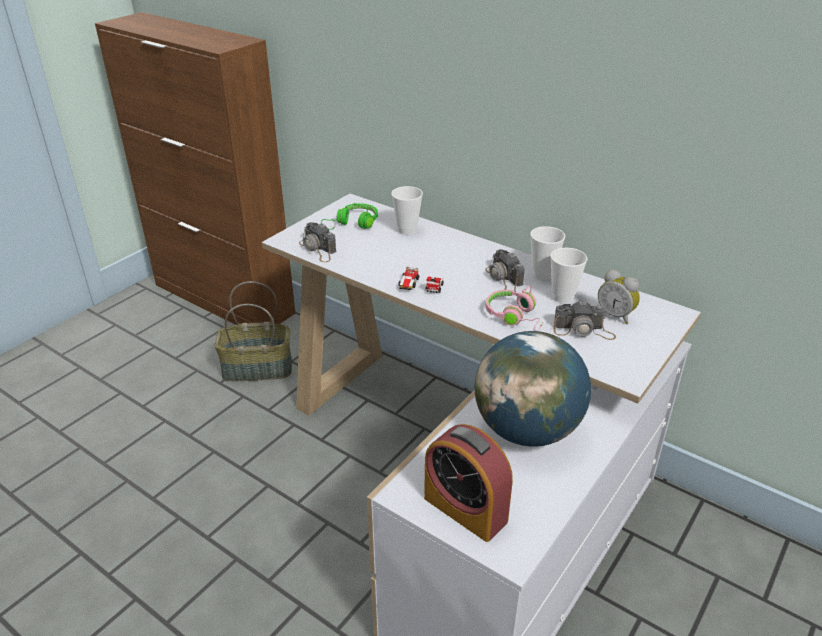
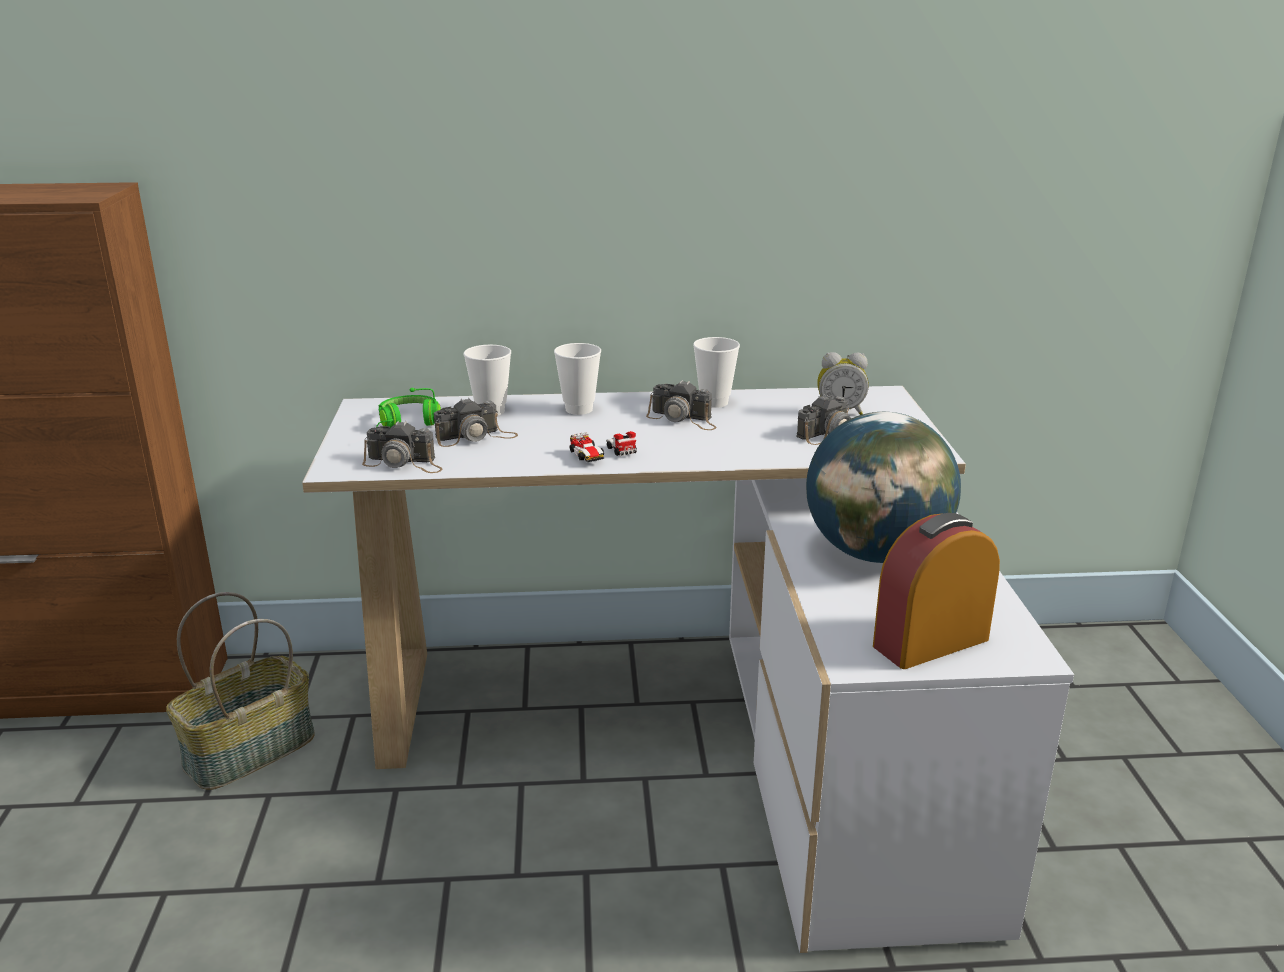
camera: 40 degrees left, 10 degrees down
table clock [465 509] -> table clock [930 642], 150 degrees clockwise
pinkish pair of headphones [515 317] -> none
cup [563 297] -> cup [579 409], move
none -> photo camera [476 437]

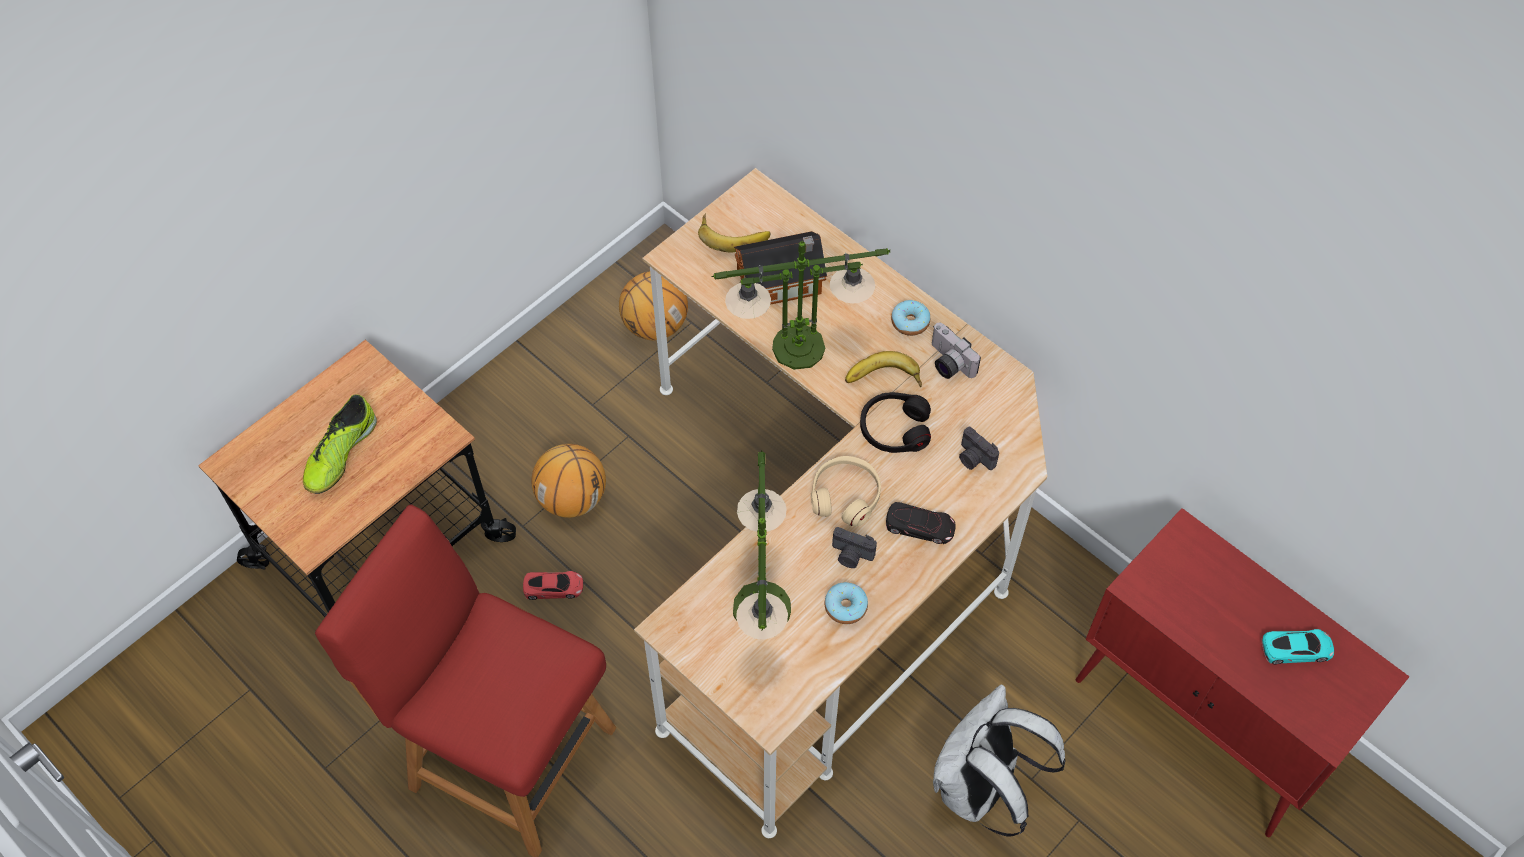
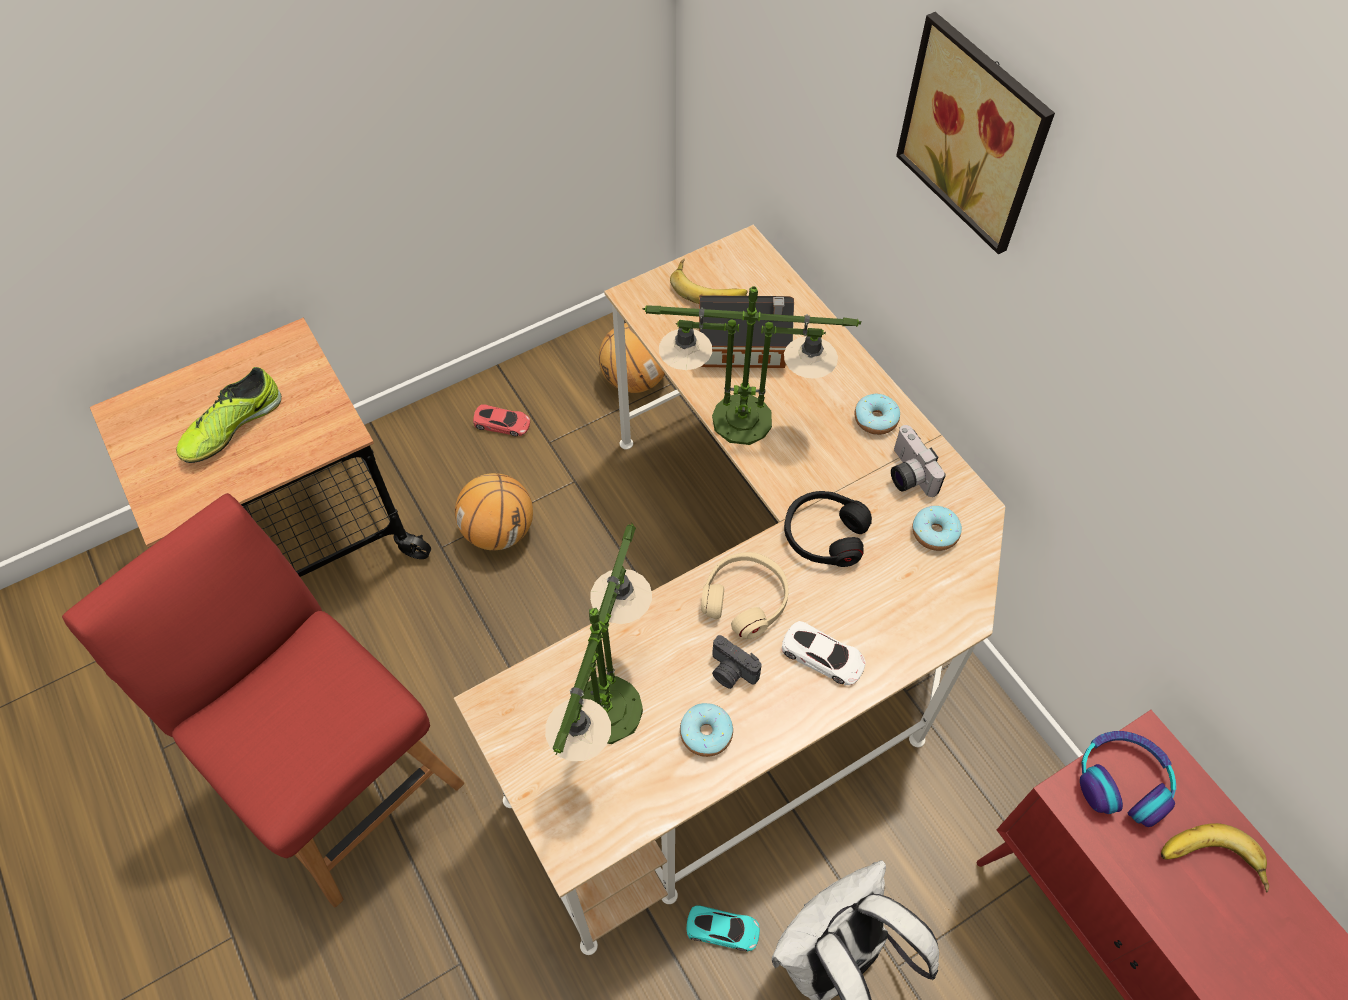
camera: 15 degrees right, 0 degrees up
reddish model car [553 587] -> reddish model car [502 423], move
banana fruit [883 380] -> banana fruit [1212 864], move
black-coloured model car [920 526] -> whitish model car [822 656]
photo camera [974 458] -> none
blue-green model car [1296 649] -> blue-green model car [722 929], move
none -> wall picture [978 132]
none -> ring doughnut [934 533]
none -> pair of headphones [1122 781]

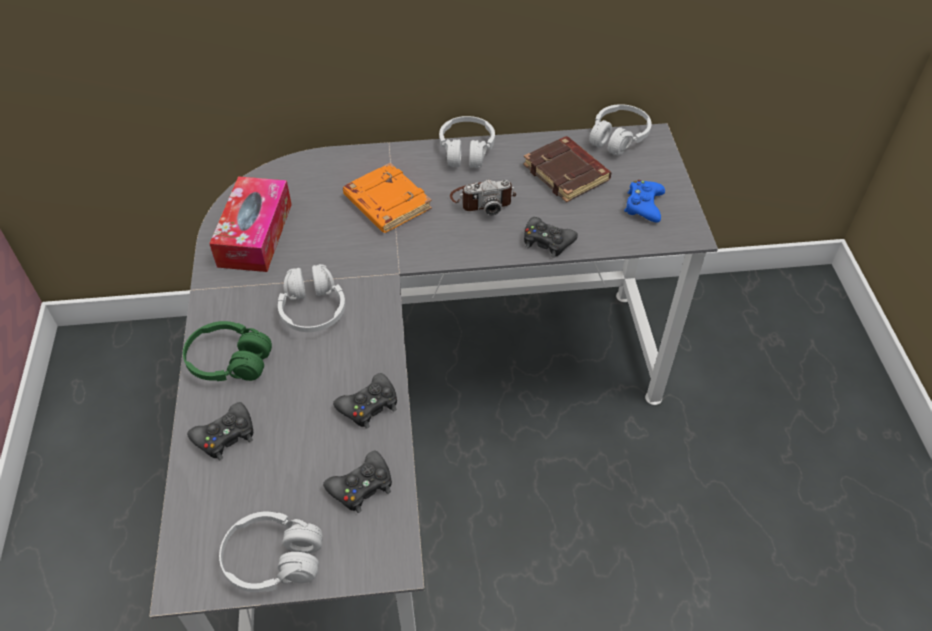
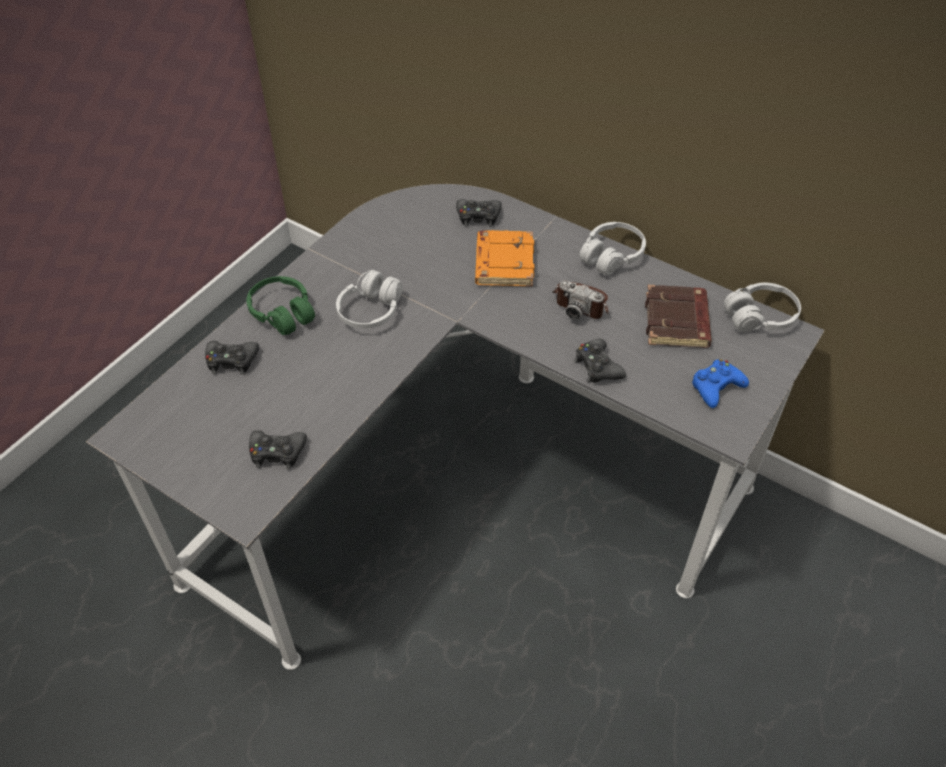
camera: 40 degrees right, 0 degrees up
tissue holder [255 234] -> none
whitish pair of headphones [273 560] -> none
black-coloured gamepad [369 405] -> black-coloured gamepad [478 216], move

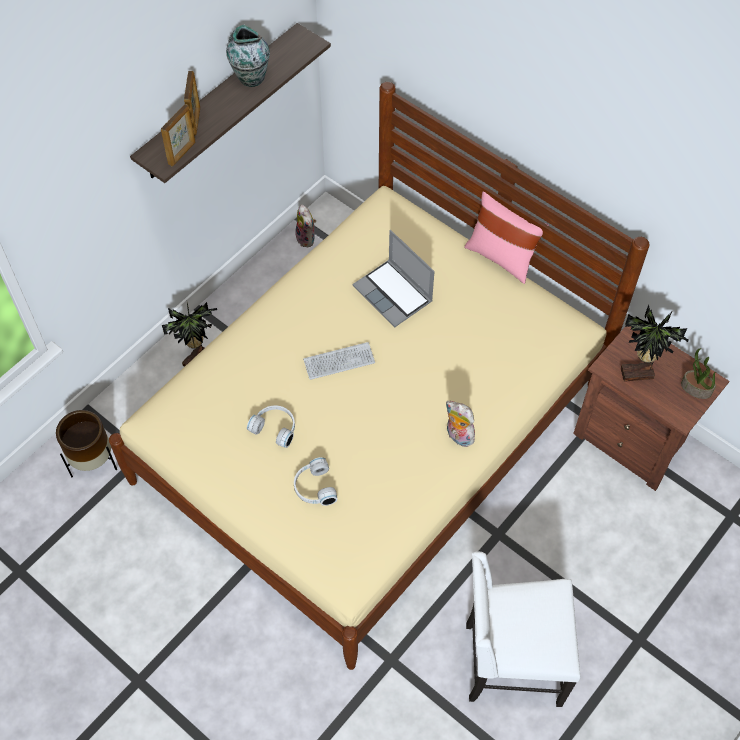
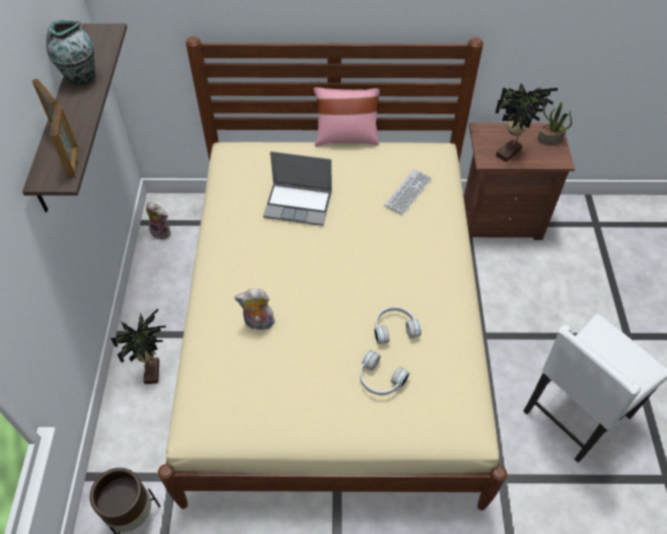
camera: 40 degrees left, 5 degrees down
whitish pair of headphones [275 427] -> whitish pair of headphones [394 328], move
PC keyboard [339 361] -> PC keyboard [408 192], move
cuddly toy [457 436] -> cuddly toy [258 323], move

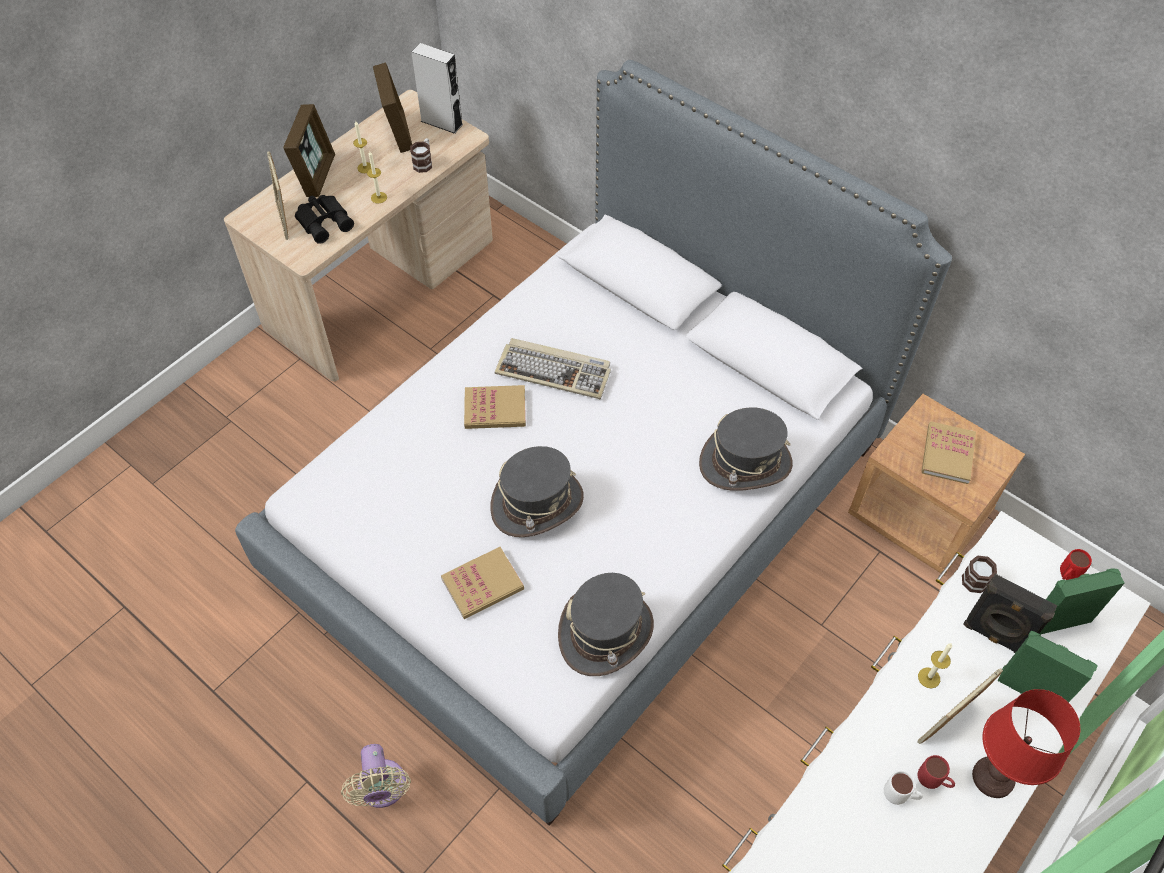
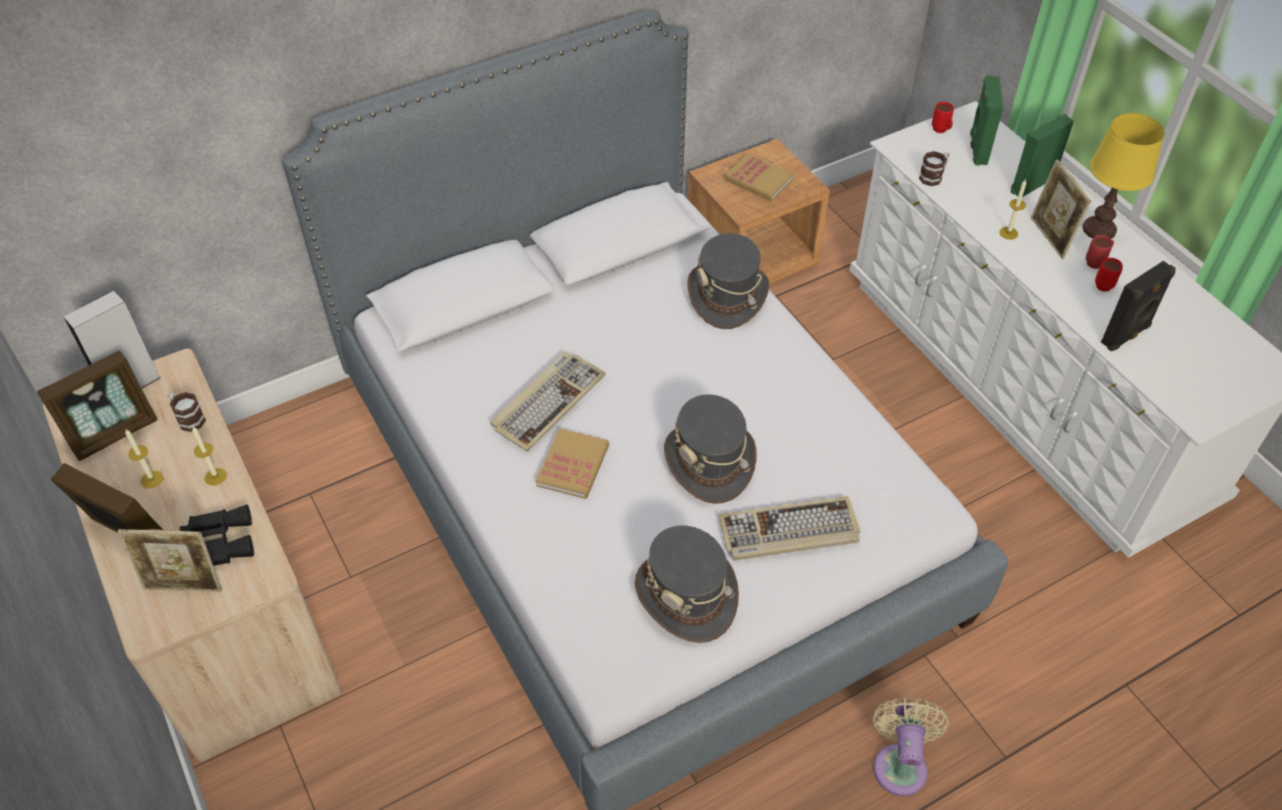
camera: 70 degrees left, 5 degrees down
sand-coloured electric fan [382 789] -> sand-coloured electric fan [900 763], 90 degrees counterclockwise
standing frame [397 132] -> standing frame [114 432], 135 degrees clockwise
bound book [482 584] -> PC keyboard [788 532]
gray hat [606 632] -> gray hat [686 595], move
whitish coffee mug [899 797] -> reddish coffee mug [1105 284]
black-coloured speaker [994 636] -> black-coloured speaker [1126 335], move
reddish lamp for a table [993 778] -> yellow-coloured lamp for a table [1099 229]

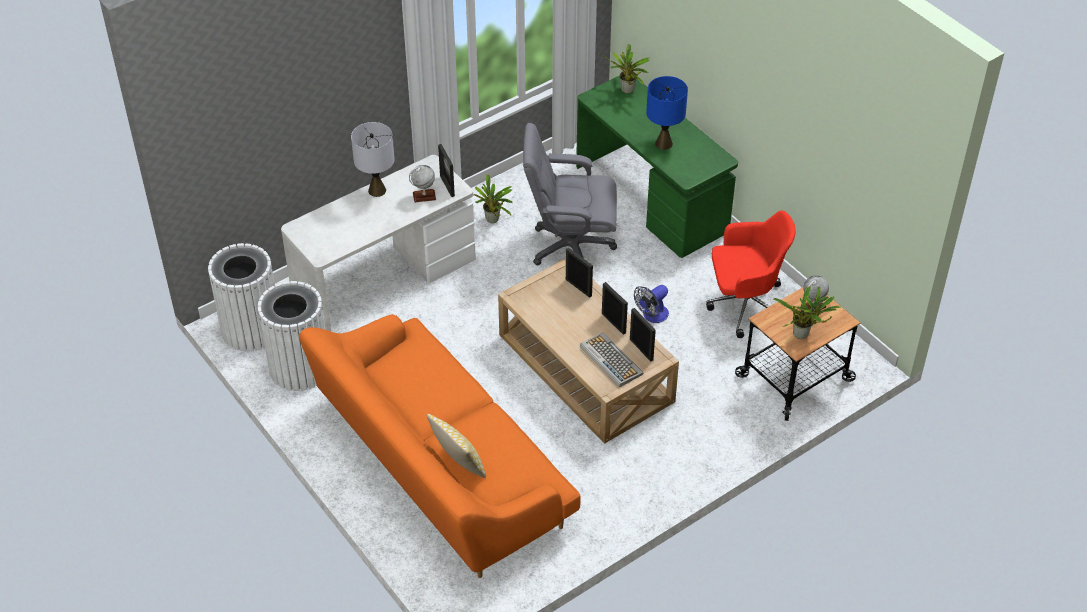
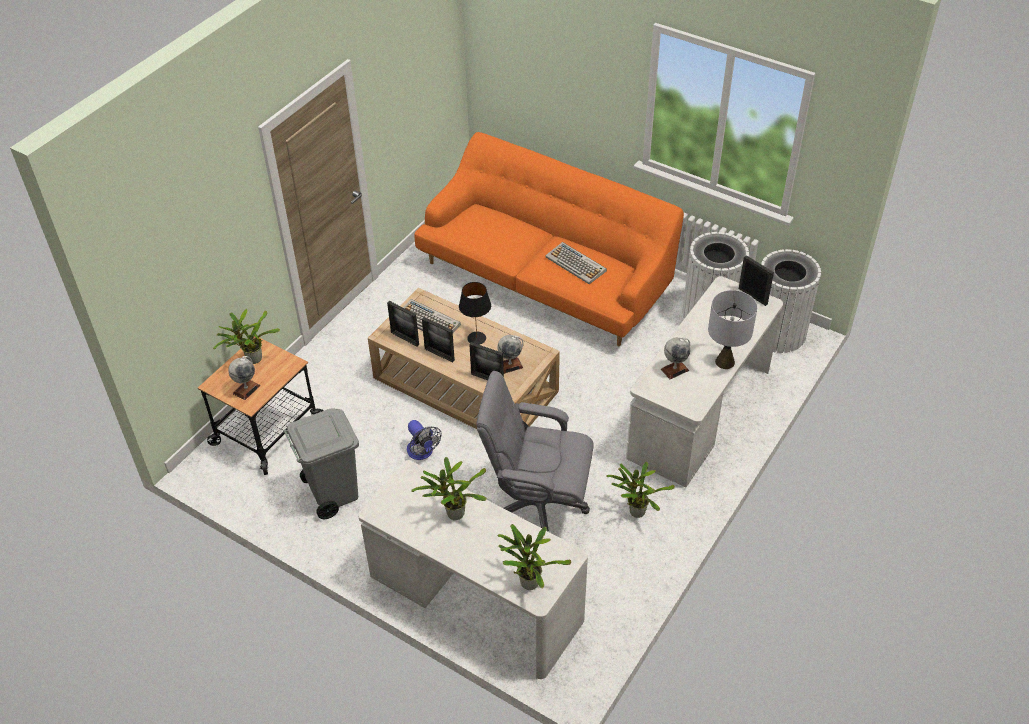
camera: 160 degrees right, 0 degrees up
throw pillow [458 464] -> none
standing frame [447 186] -> standing frame [753 296], move
gray office chair [570 247] -> gray office chair [537 504], 150 degrees counterclockwise
green-coloured desk table [651 198] -> whitish desk table [475 600]
electric fan [652 316] -> electric fan [422 453], 120 degrees clockwise
blue-coloured lamp for a table [664 143] -> houseplant [453 513]
reddish office chair [744 305] -> gray trash can [332 493]
none -> black-coloured lamp for a table [477 338]
none -> desk globe [510 365]
none -> PC keyboard [576 264]

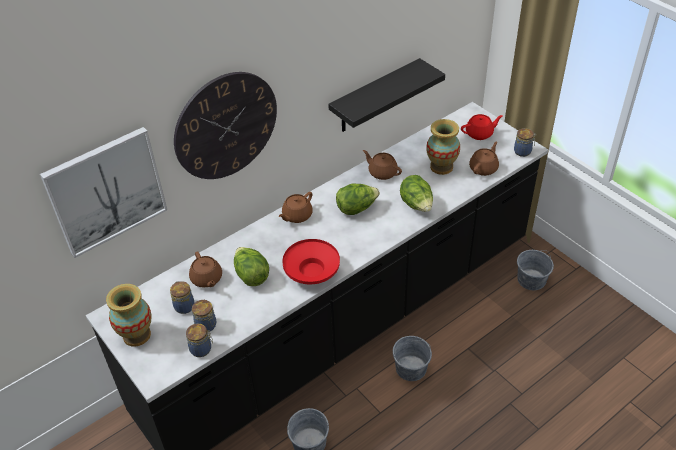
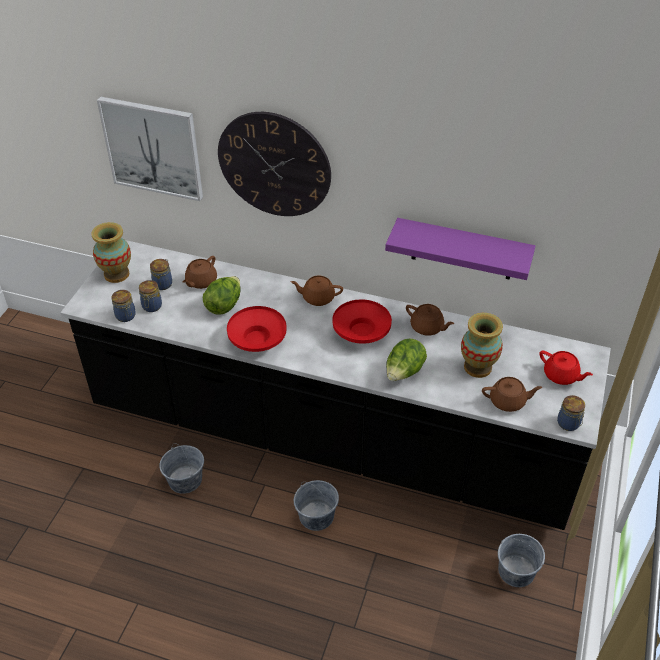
camera: 55 degrees right, 0 degrees up
black-coloured bracket shelf [375 97] -> purple-coloured bracket shelf [462 249]
head of lettuce [356 208] -> reddish deep dish [361 332]
brown tea pot [382 172] -> brown tea pot [427 327], 120 degrees clockwise

